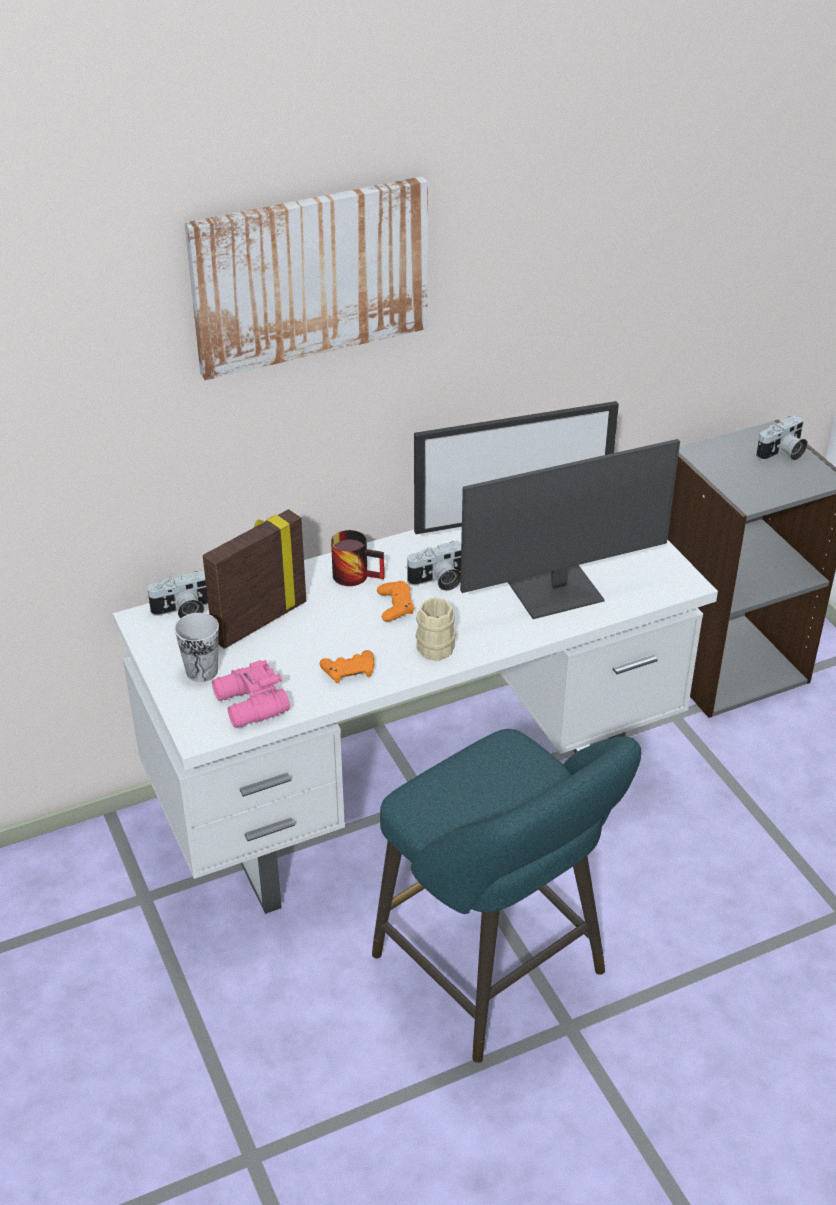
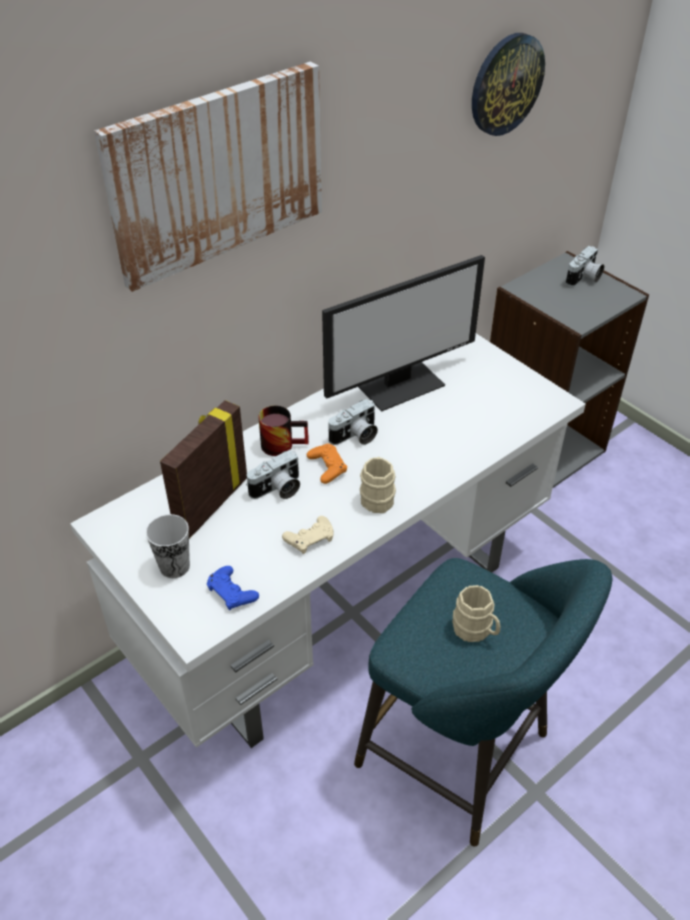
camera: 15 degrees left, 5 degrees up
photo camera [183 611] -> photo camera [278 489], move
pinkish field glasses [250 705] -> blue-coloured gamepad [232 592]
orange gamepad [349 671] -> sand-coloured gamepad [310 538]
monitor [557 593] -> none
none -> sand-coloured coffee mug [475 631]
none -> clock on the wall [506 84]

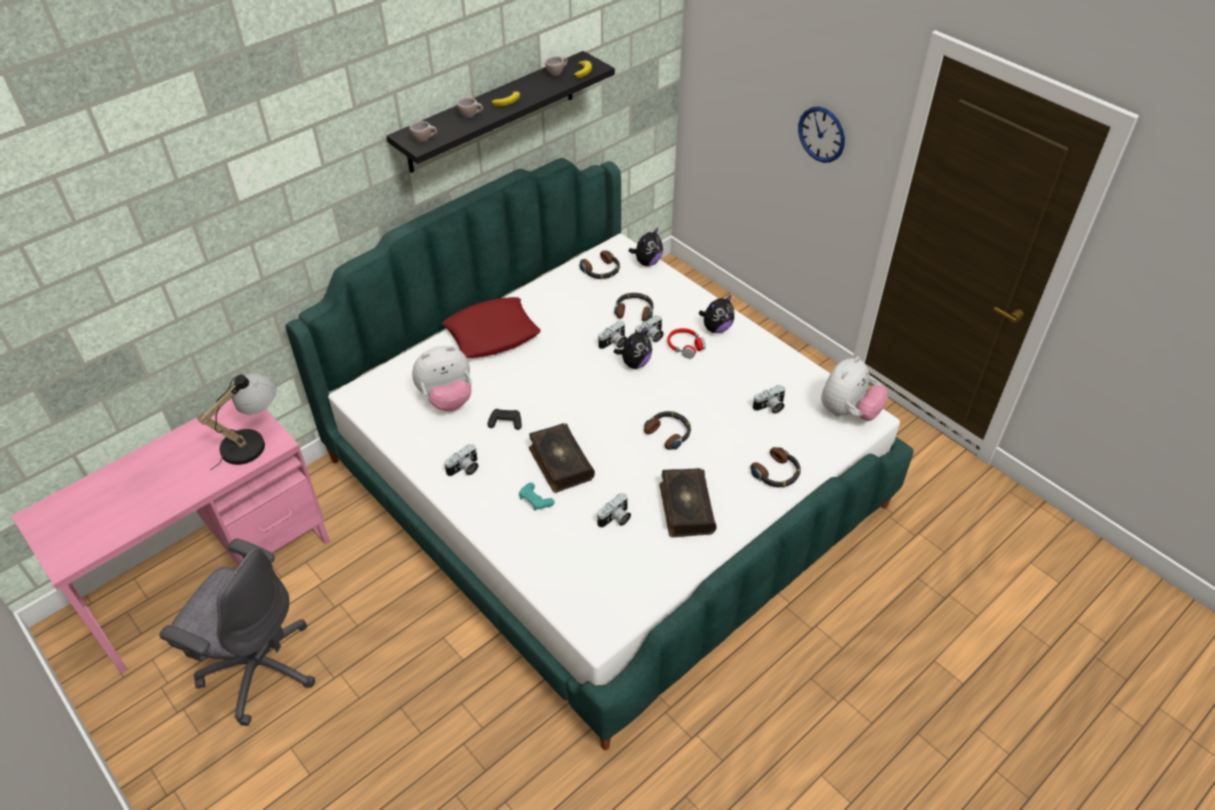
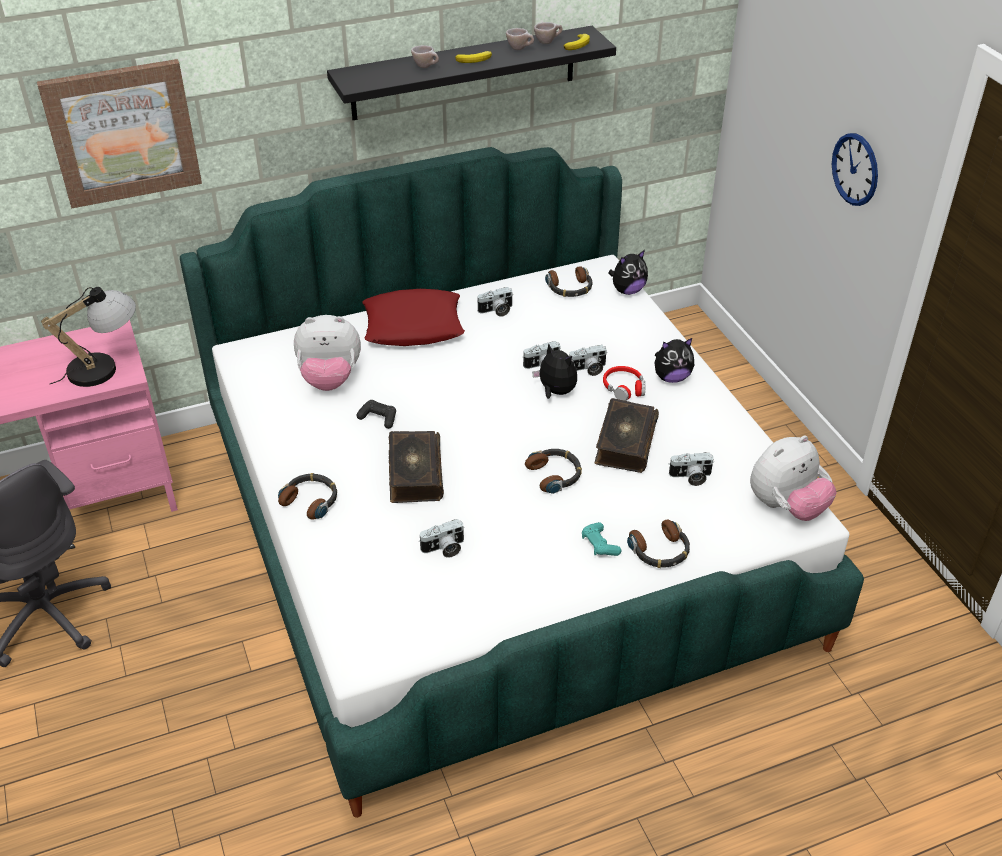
camera: 20 degrees right, 5 degrees down
sand-coloured cup [425 140] -> sand-coloured cup [520 49], move
photo camera [464 469] -> photo camera [496 311], move
blue-green gamepad [535 500] -> blue-green gamepad [599 545], move
pair of headphones [634 311] -> pair of headphones [311 500], move
cuddly toy [635 363] -> cuddly toy [555 392], 105 degrees counterclockwise
bound book [685 508] -> bound book [624 443], move
none -> wall picture [122 132]

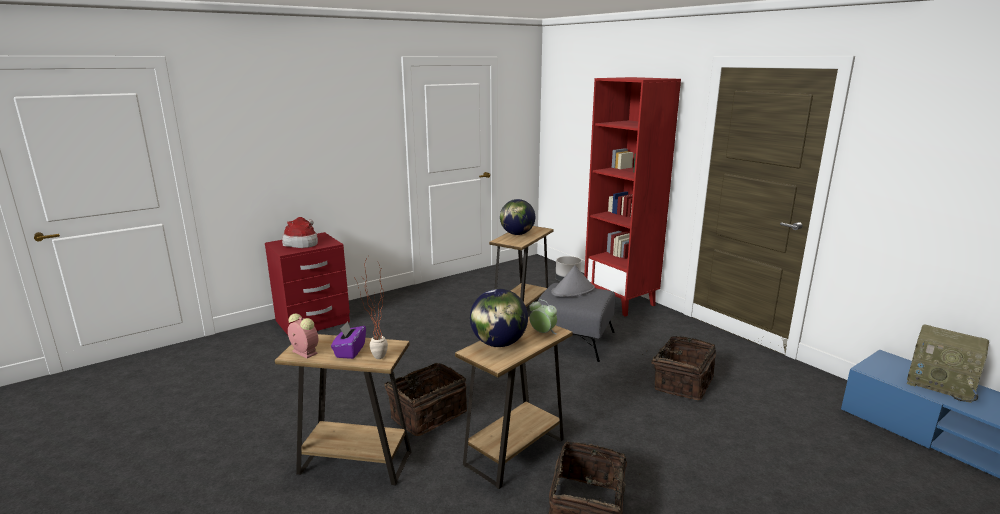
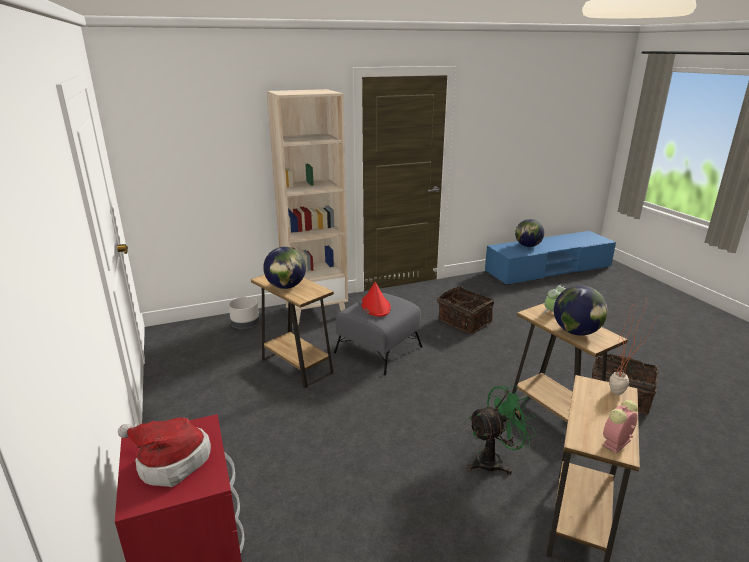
camera: 75 degrees left, 5 degrees up
purple-coloured tissue holder [350 351] -> none
household basket [427 414] -> green-coloured electric fan [495 461]
gray hat [573 291] -> reddish hat [375 306]
reddish bookcase [621 302] -> sand-coloured bookcase [315 311]
radio set [941 384] -> desk globe [528 246]

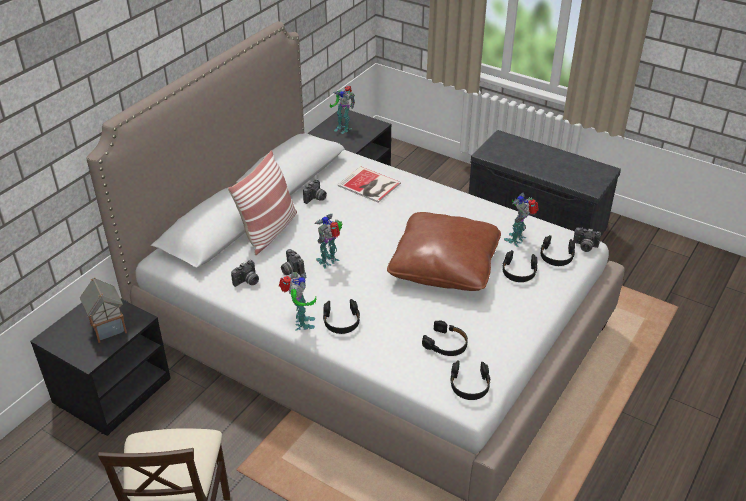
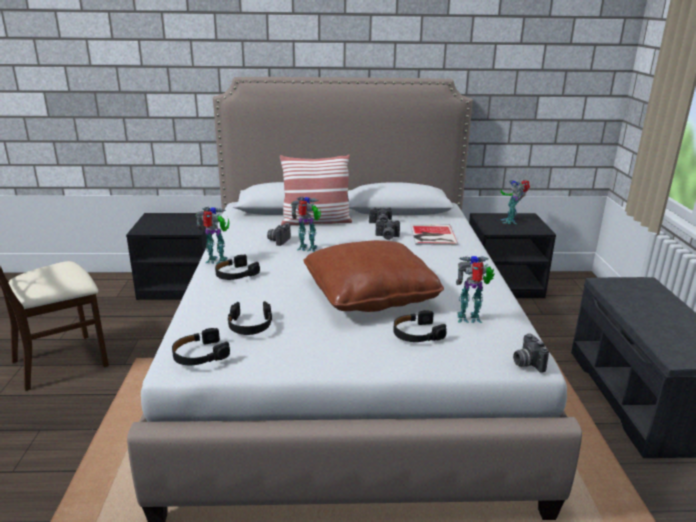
camera: 55 degrees right, 15 degrees down
miniature house [108 328] -> none
photo camera [247 282] -> photo camera [387 237], move
robot figure [301 323] -> robot figure [217 261], 135 degrees counterclockwise
black-coloured pair of headphones [556 256] -> none

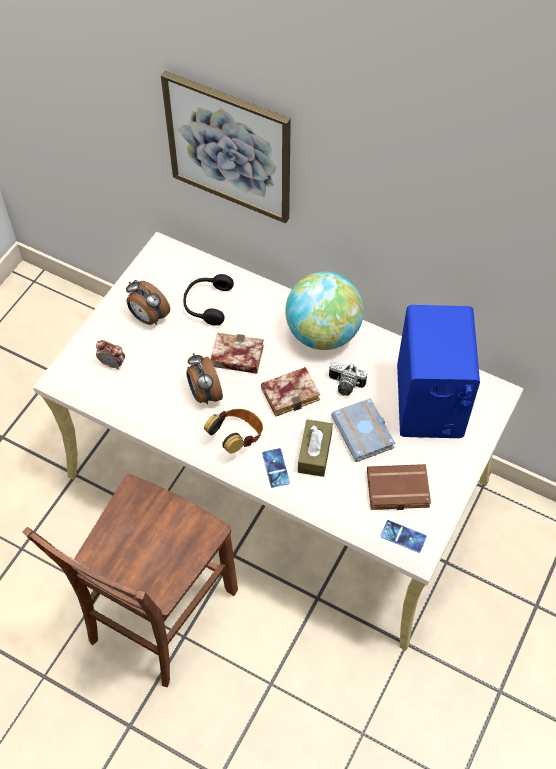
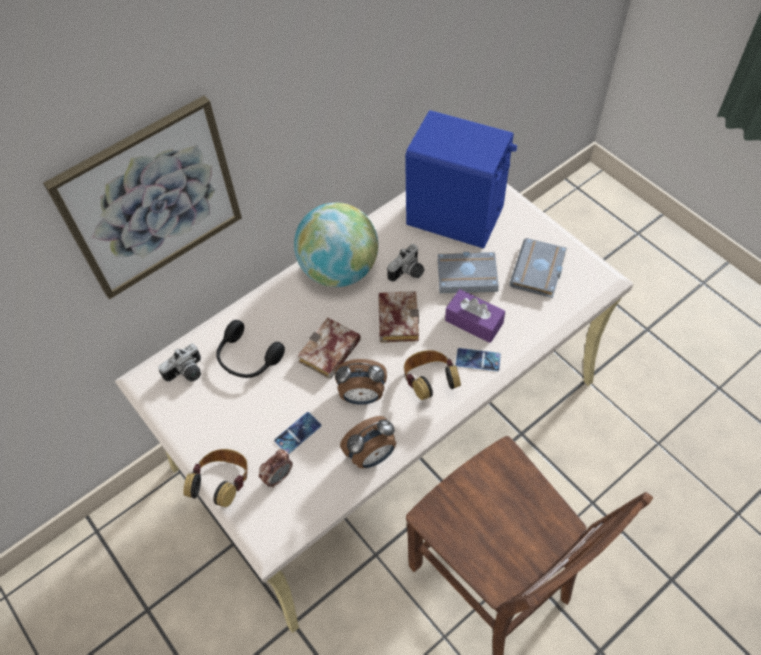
camera: 65 degrees left, 0 degrees up
table clock [148 318] -> table clock [371 456], move
brown tissue holder [314 453] -> purple-coloured tissue holder [474 322]
brown bound book [396 491] -> gray bound book [539 272]
handset [403 536] -> handset [298 433], move
none -> photo camera [187 373]
none -> pair of headphones [223 484]

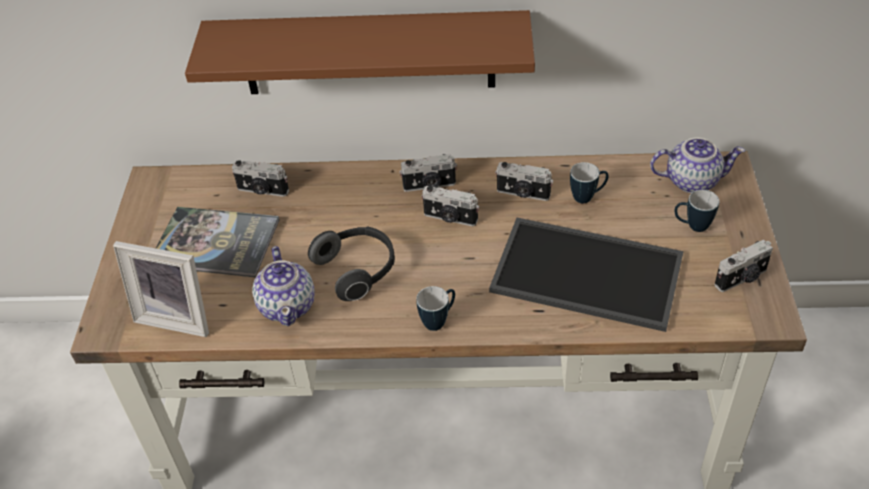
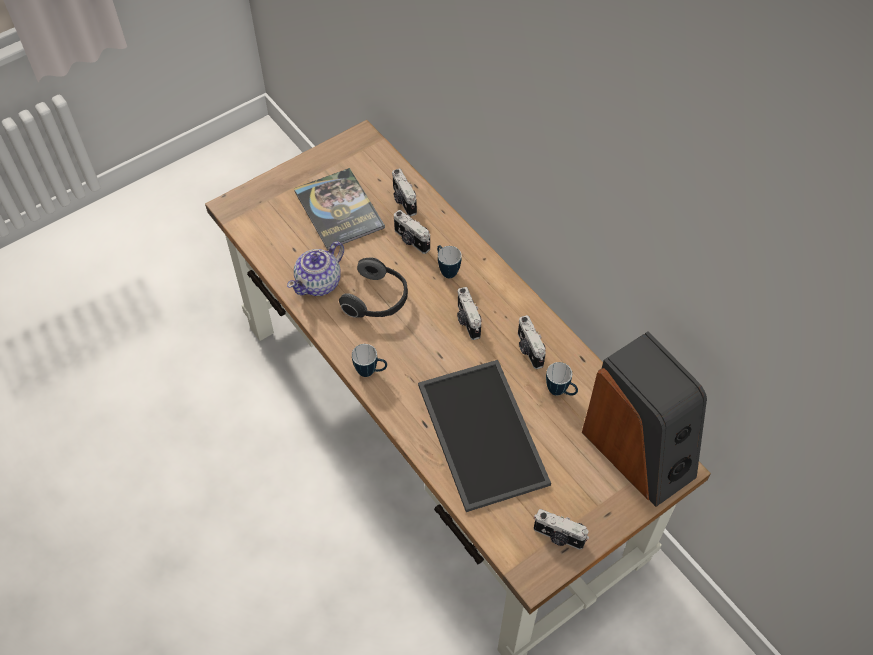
camera: 50 degrees right, 10 degrees up
standing frame [178 316] -> none
brown bracket shelf [368 53] -> none
photo camera [429 186] -> photo camera [411 240], move
tea pot [692 180] -> speaker [639 451]
coffee mug [692 226] -> coffee mug [446 270], move

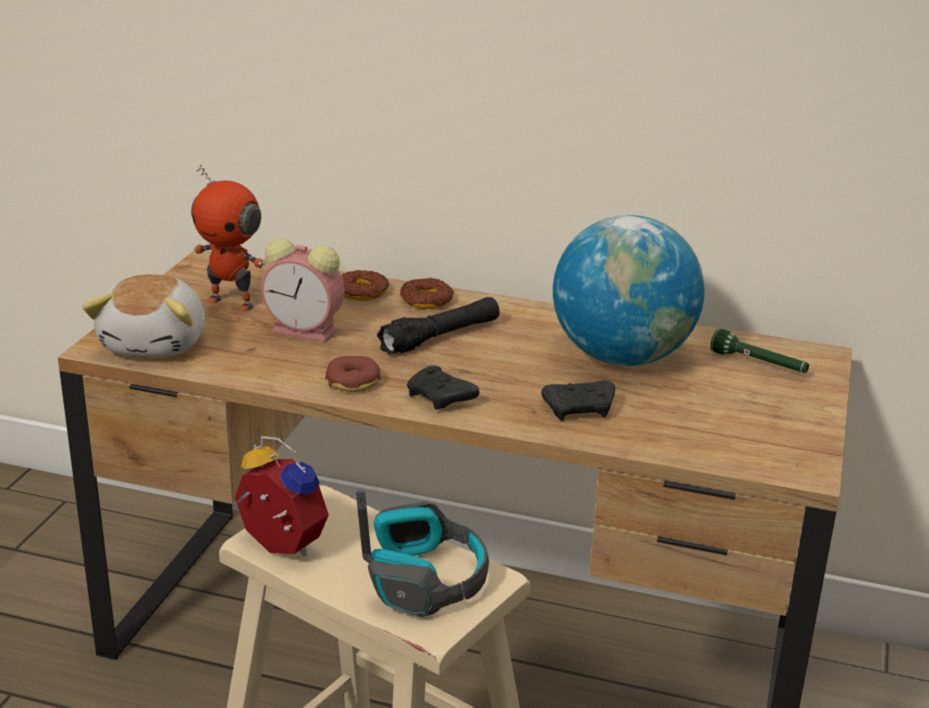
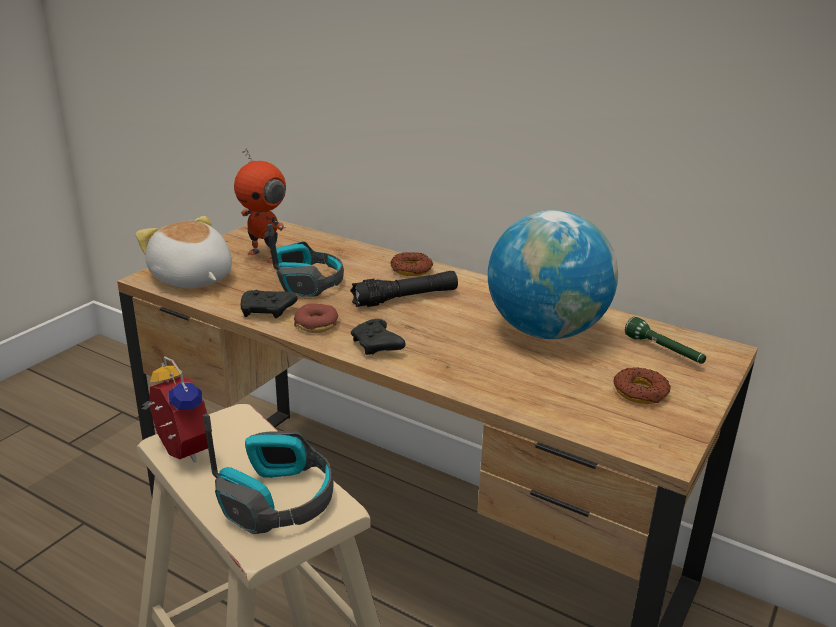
camera: 15 degrees right, 0 degrees up
cuddly toy [156 344] -> cuddly toy [191 279], 120 degrees clockwise
table clock [307 331] -> pair of headphones [306 282]
ring doughnut [362 292] -> ring doughnut [640 392], move
black-coloured gamepad [580 410] -> black-coloured gamepad [267 311], move

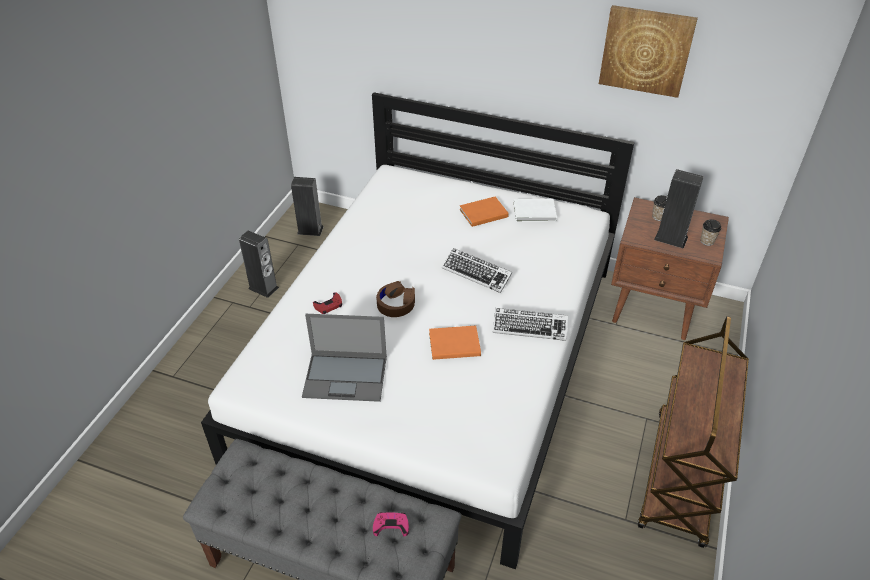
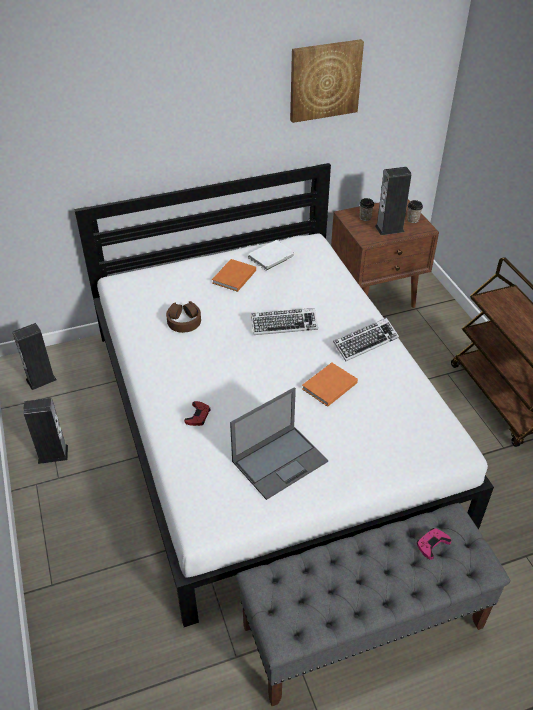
camera: 40 degrees left, 0 degrees up
brown pair of headphones [396 304] -> brown pair of headphones [184 321], move

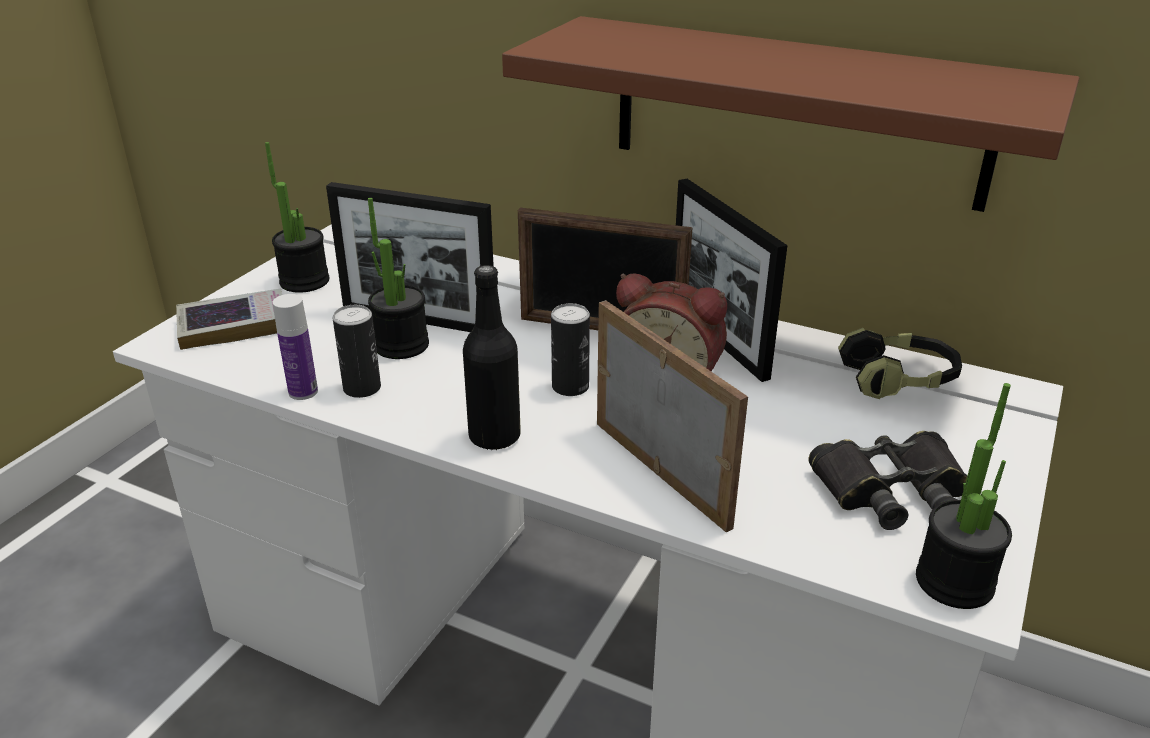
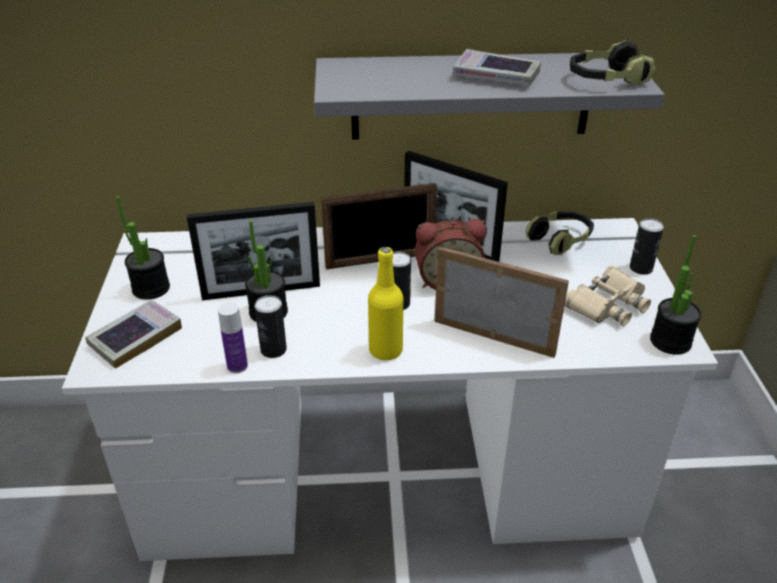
camera: 30 degrees left, 5 degrees up
black-coloured drink bottle [494 437] -> yellow-coloured drink bottle [385 350]
brown bracket shelf [797 112] -> gray bracket shelf [471 96]
black-coloured field glasses [891 490] -> sand-coloured field glasses [607 304]
none -> bound book [496 76]
none -> pair of headphones [606 80]
none -> sealed can [641 268]

